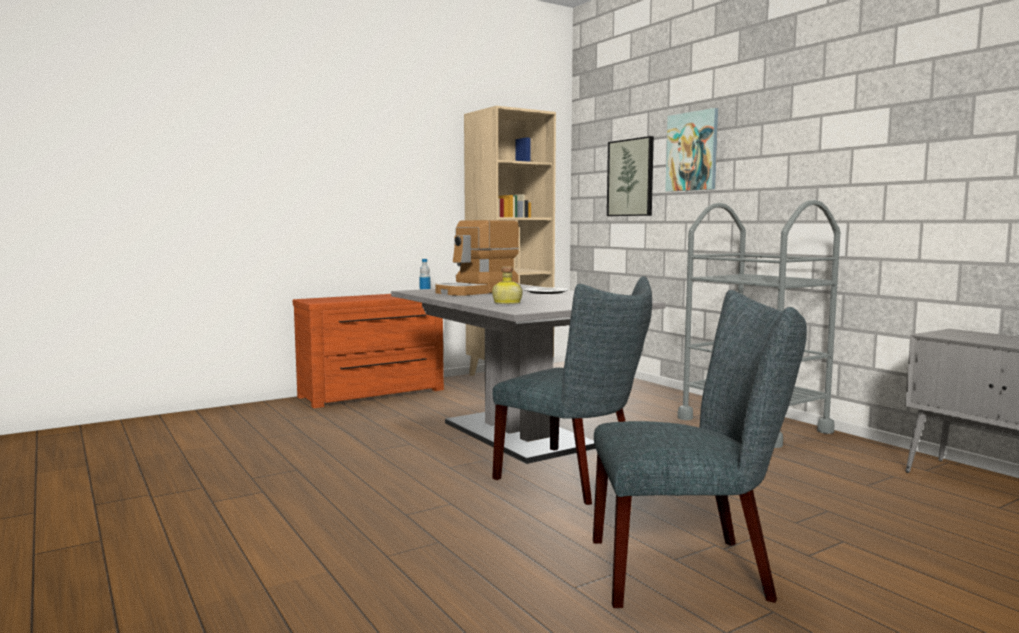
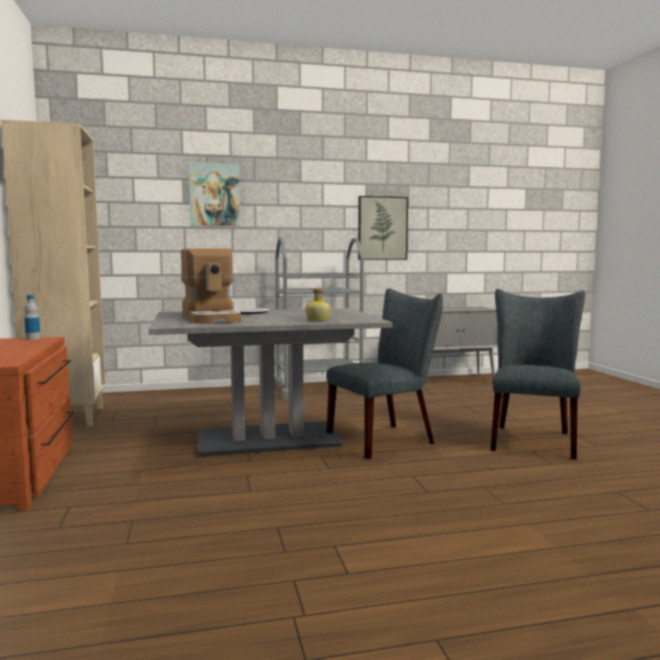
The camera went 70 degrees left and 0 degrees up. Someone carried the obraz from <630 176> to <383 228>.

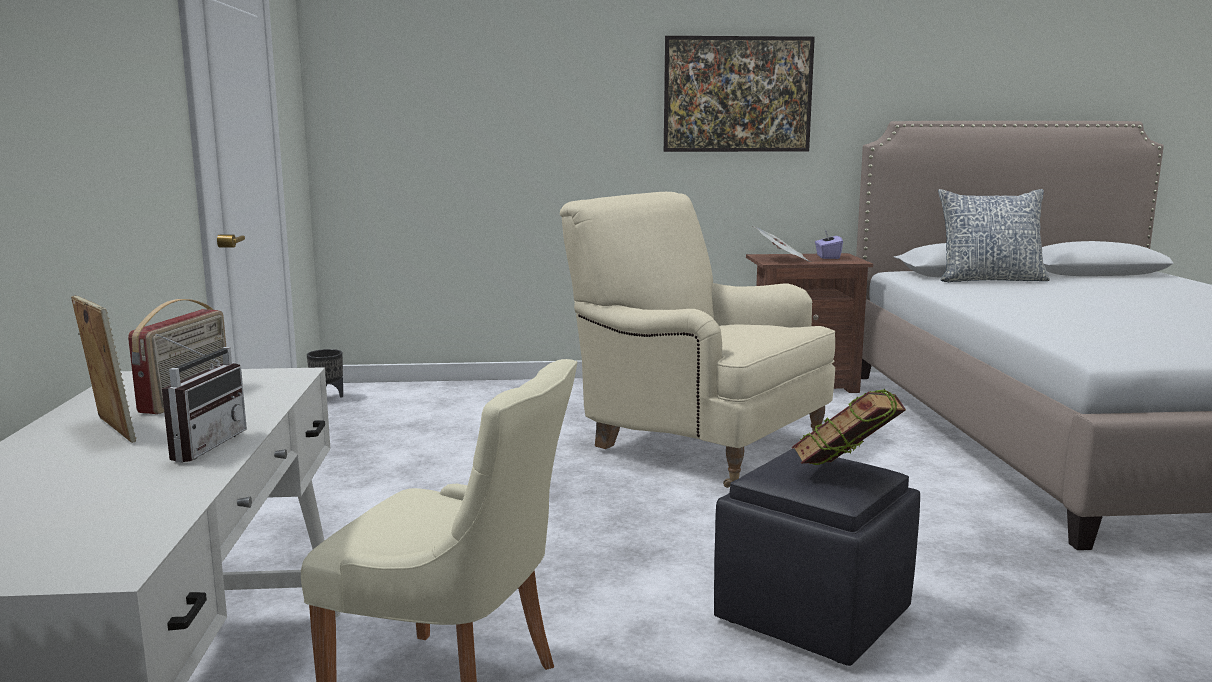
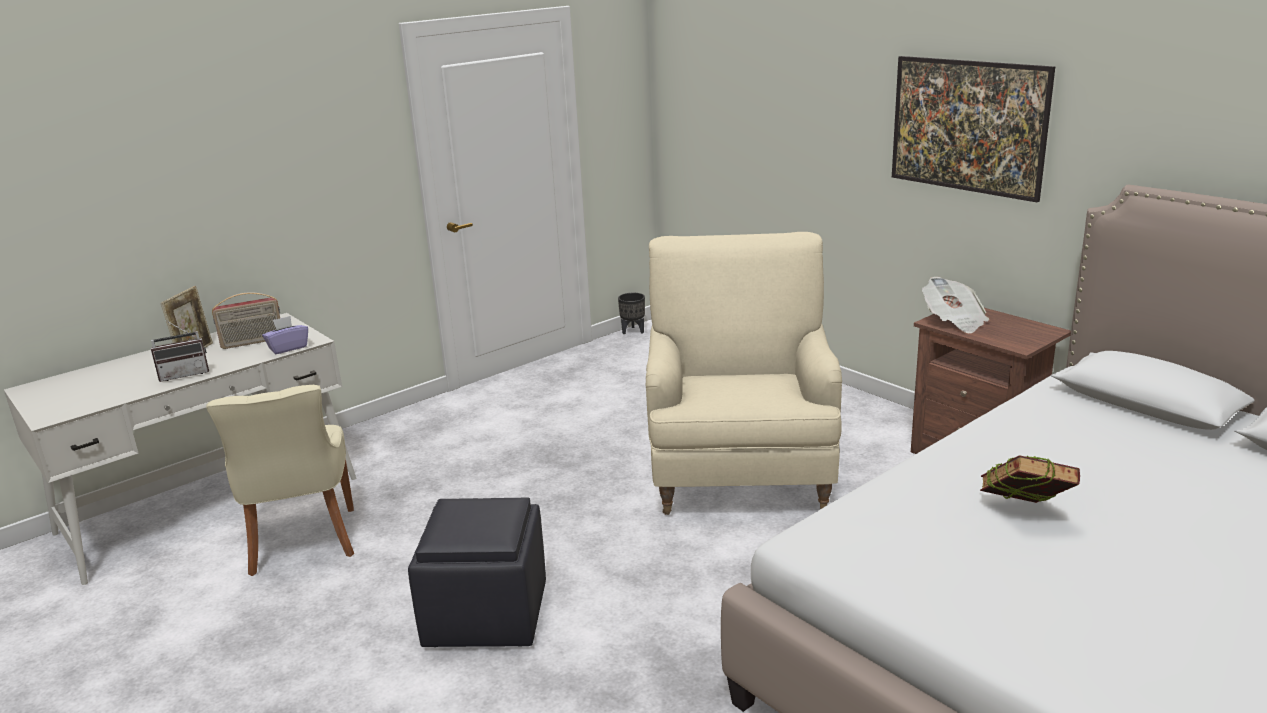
The camera went 55 degrees right and 10 degrees up. Someone carried the książka from <848 427> to <1030 479>. Someone carried the pudełko chusteczek/fioletowy from <829 244> to <285 335>. Someone took away the poduszka at <994 235>.

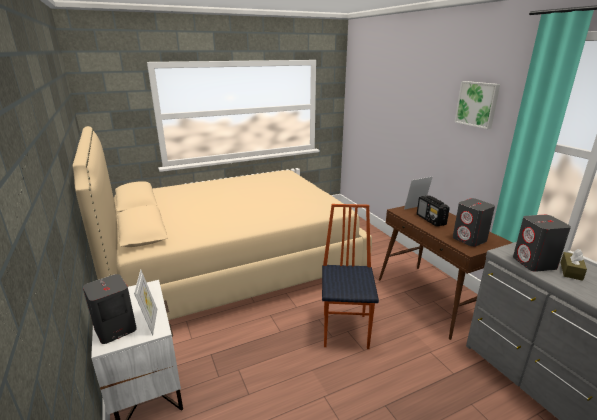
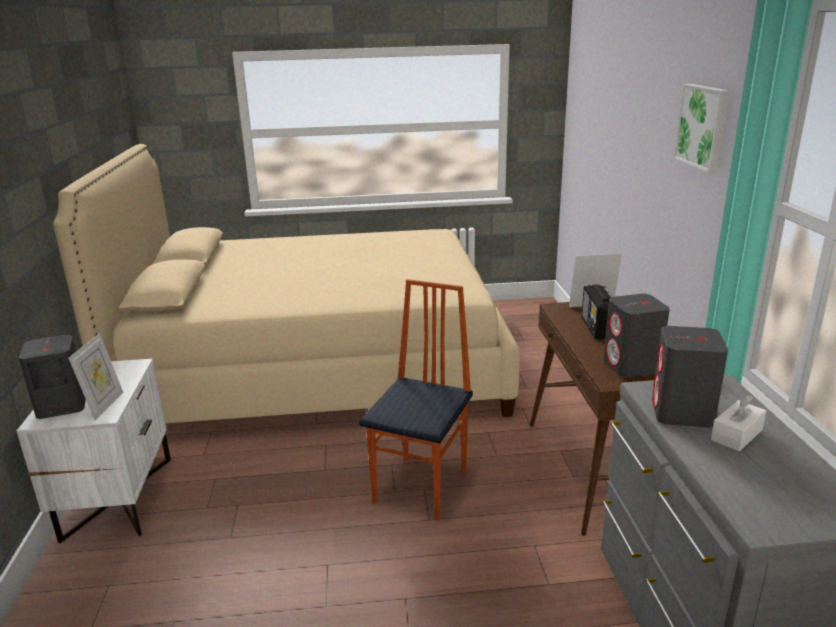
The camera went 20 degrees right and 0 degrees up. Someone repainted the pudełko chusteczek/brązowy at <573 265>, which became the pudełko chusteczek/biały at <738 423>.

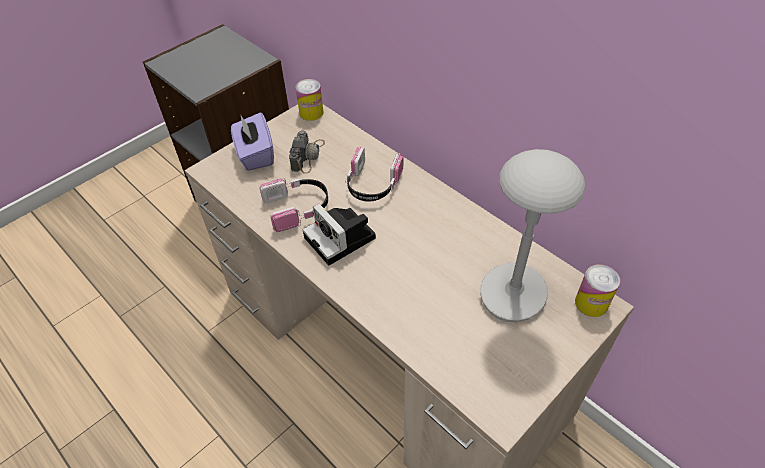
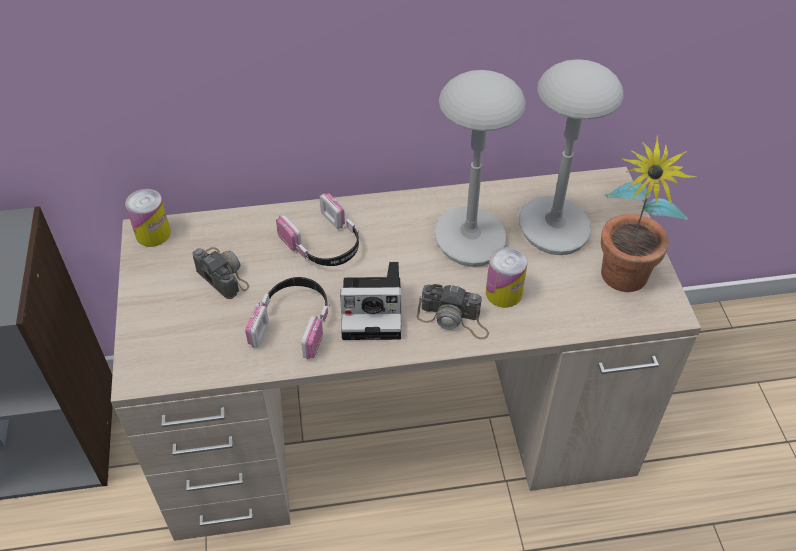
The camera went 55 degrees left and 0 degrees up. Someone took away the pudełko chusteczek/fioletowy at <252 141>. Someone carried the puszka from <597 290> to <507 277>. Someone put down the aparat fotograficzny at <453 312>. Someone put down the lampa stołowa/szary at <480 168>. Someone put down the roślina doniczkowa at <648 214>.

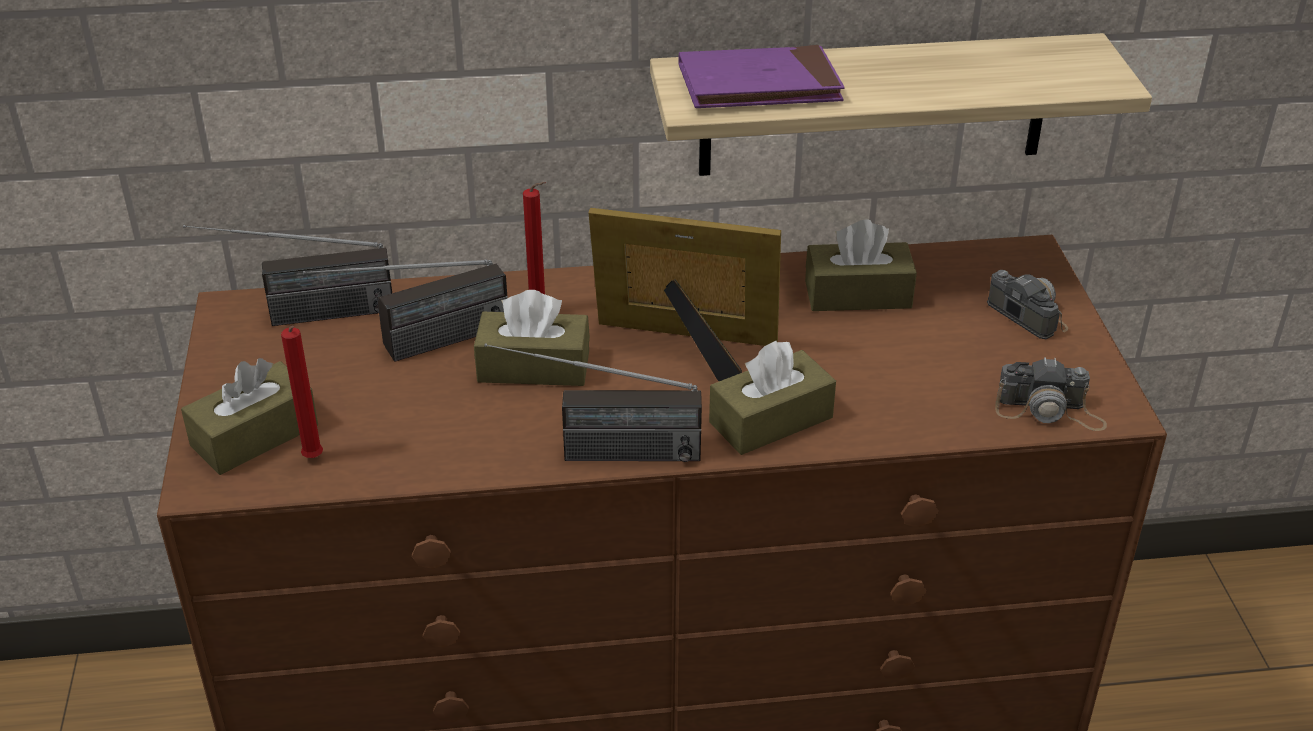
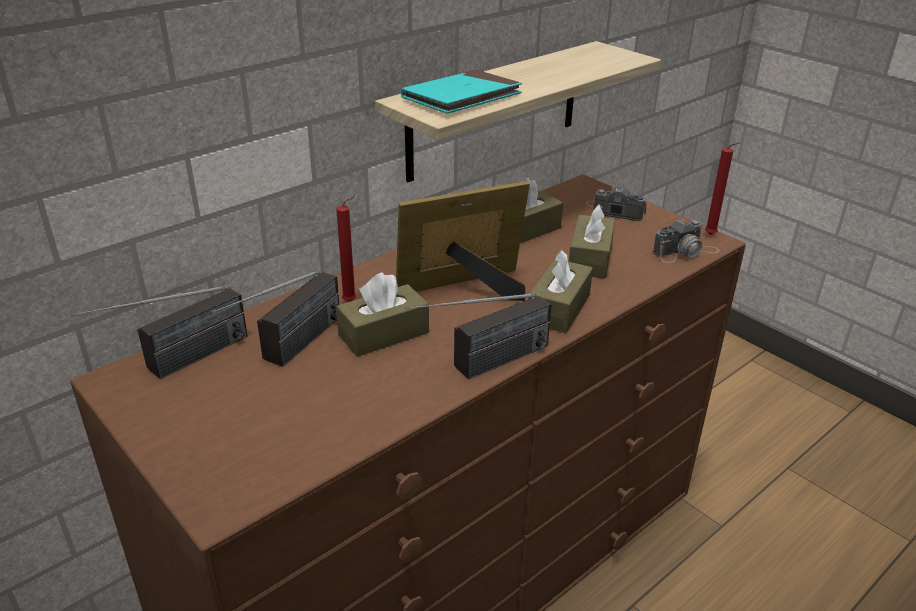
The camera went 35 degrees left and 5 degrees down. Someone carried the pudełko chusteczek/brązowy from <249 416> to <592 241>. Someone carried the świeca/czerwony from <302 392> to <723 188>. Someone repainted the książka/fioletowy at <761 76>, which became the książka/turkusowy at <461 91>.

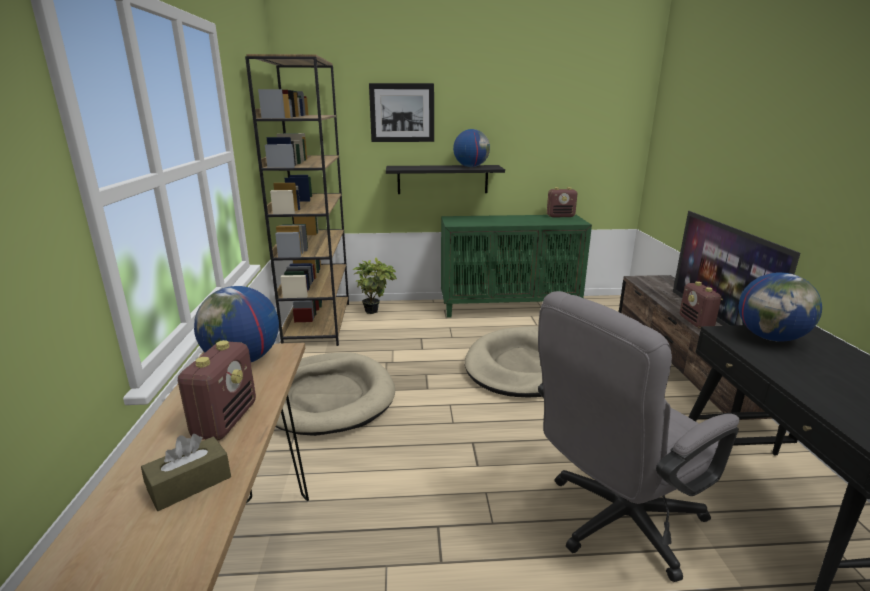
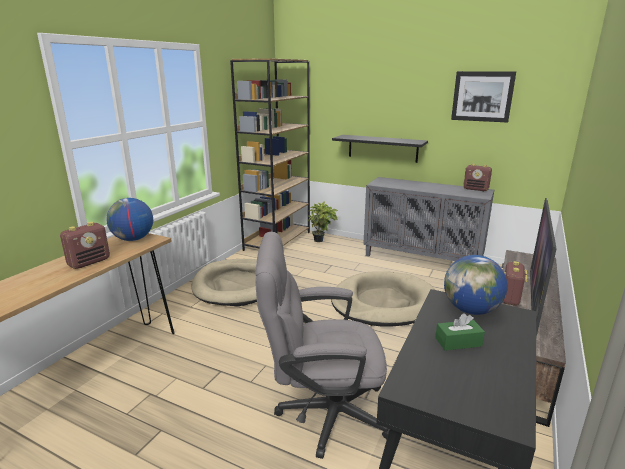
The camera went 30 degrees right and 0 degrees up. Someone took away the pudełko chusteczek/brązowy at <186 472>. Someone carried the obraz from <401 112> to <483 97>. Someone repainted the szafka/zielony at <516 266>, which became the szafka/szary at <428 219>. Someone took away the globus at <471 148>. Someone put down the pudełko chusteczek/zielony at <460 332>.

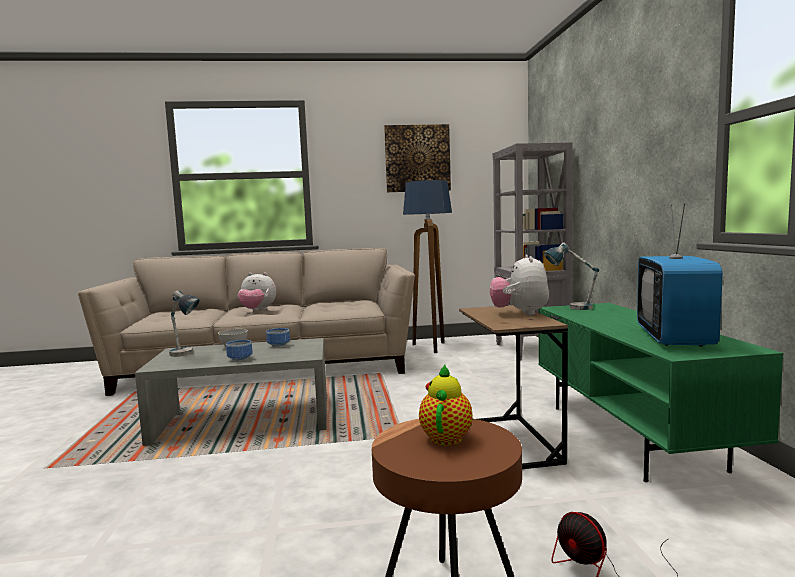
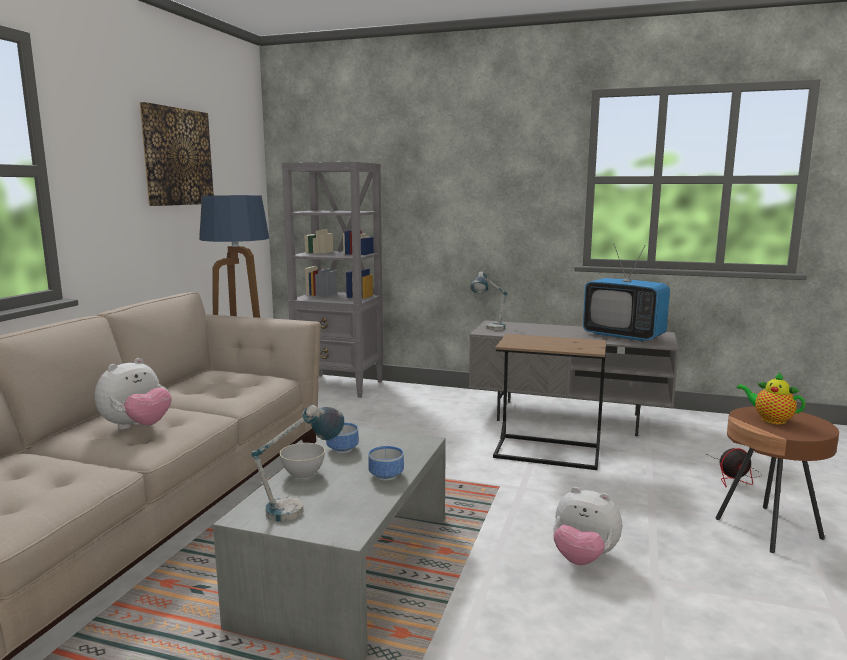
The camera went 65 degrees left and 5 degrees up. Someone carried the pluszak from <519 284> to <587 526>. Someone repainted the szafka pod telewizor/zielony at <661 392>, which became the szafka pod telewizor/szary at <574 378>.

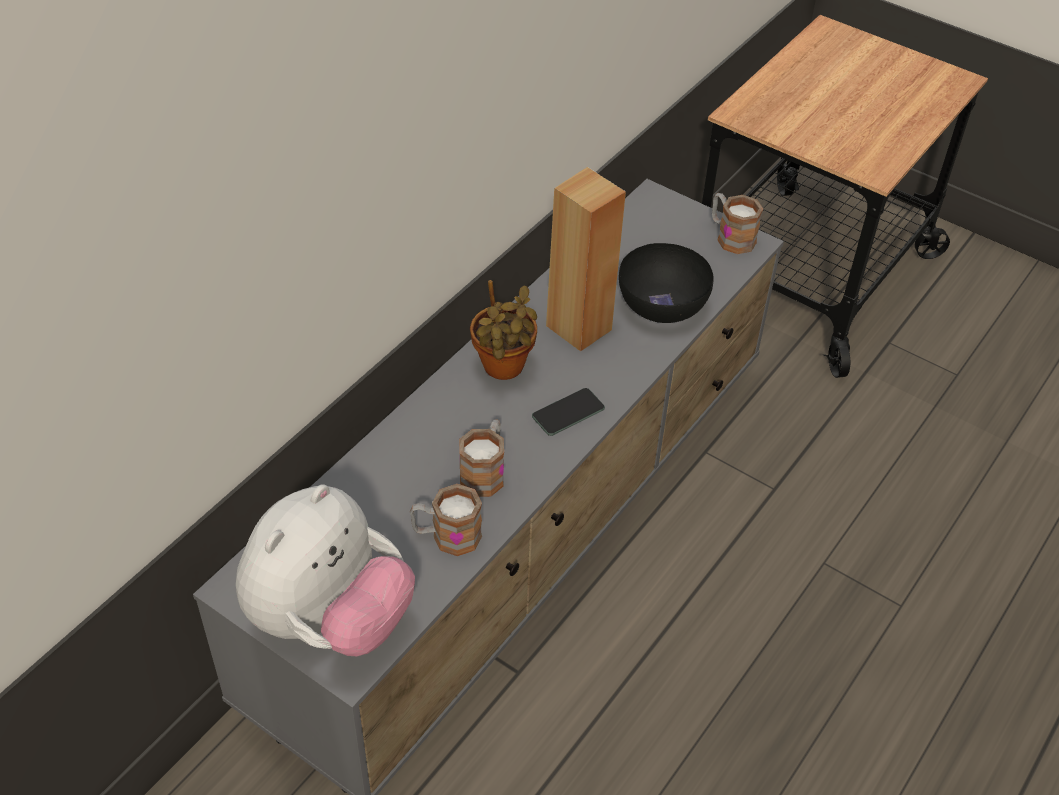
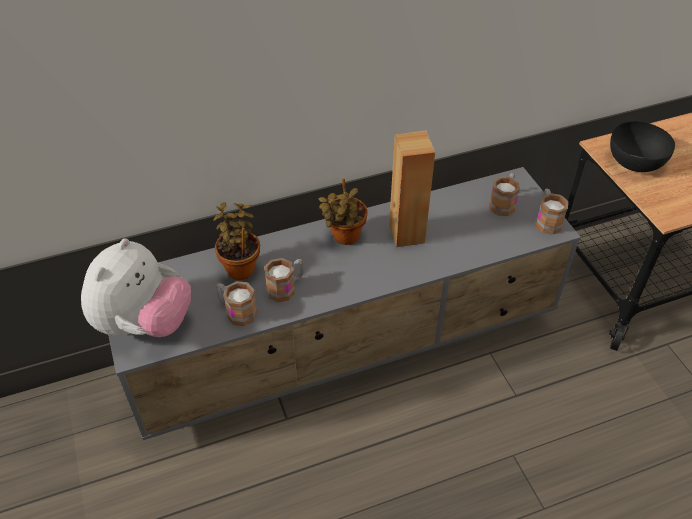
The camera went 35 degrees right and 0 degrees up. Someone rotated the pluszak at <325 570> by 45 degrees counterclockwise. Someone took away the telefon at <568 412>. Someone carried the miska/czarny from <666 283> to <642 146>. Someone put down the roślina doniczkowa at <236 241>. Someone put down the kubek at <504 194>.

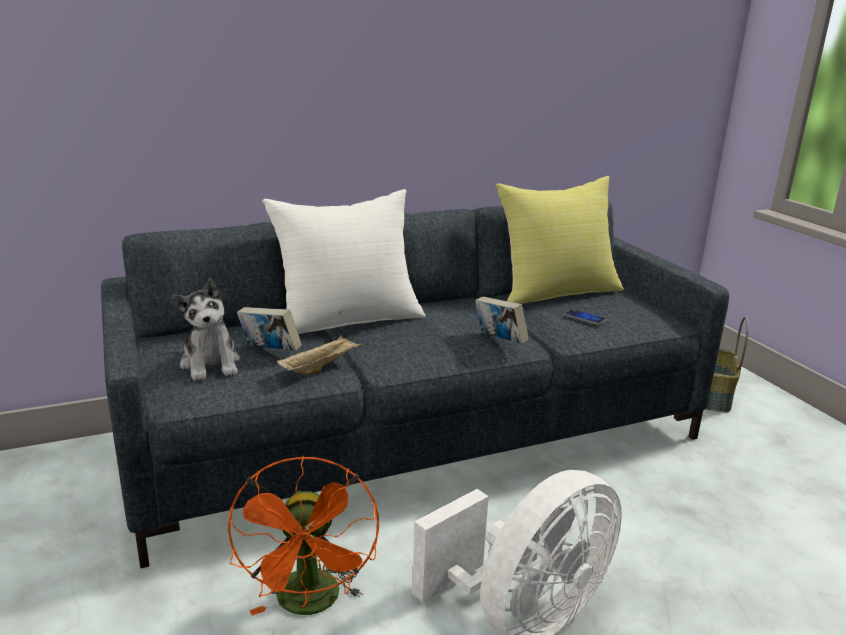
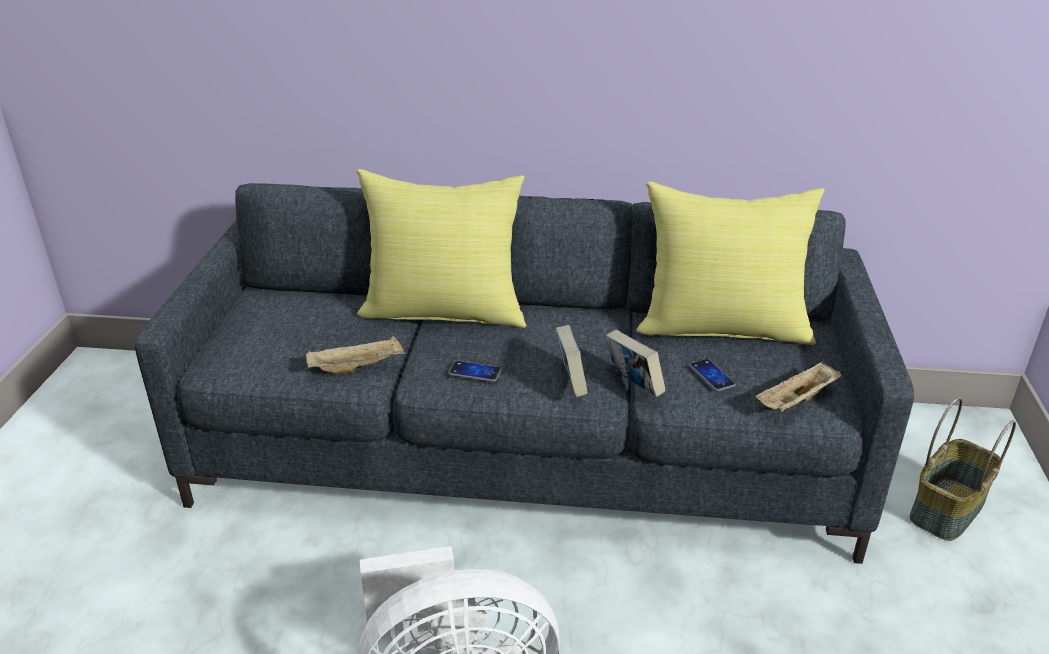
The camera went 30 degrees right and 10 degrees up. Someone took away the pluszak at <206 330>. Someone took away the wentylator/pomarańczowy at <303 535>. Someone carried the książka from <269 329> to <636 363>. Someone repainted the poduszka/biały at <343 261>, which became the poduszka/żółty at <441 248>. Someone put down the telefon at <475 371>. Someone put down the taca/beżowy at <798 386>.

